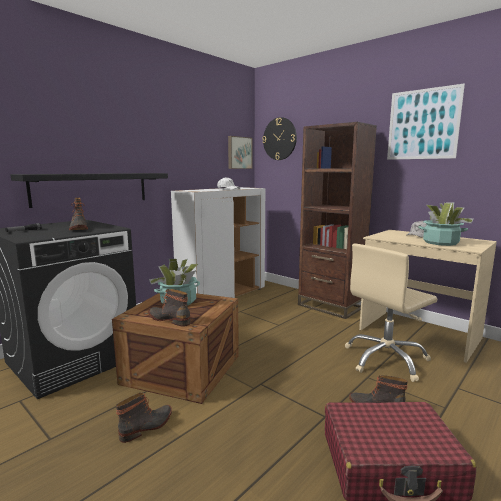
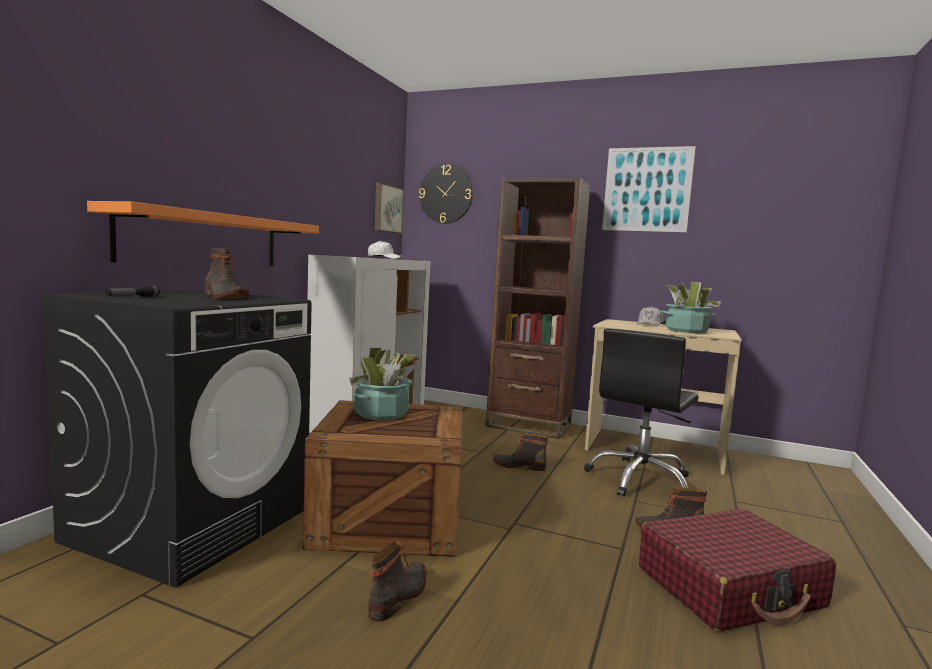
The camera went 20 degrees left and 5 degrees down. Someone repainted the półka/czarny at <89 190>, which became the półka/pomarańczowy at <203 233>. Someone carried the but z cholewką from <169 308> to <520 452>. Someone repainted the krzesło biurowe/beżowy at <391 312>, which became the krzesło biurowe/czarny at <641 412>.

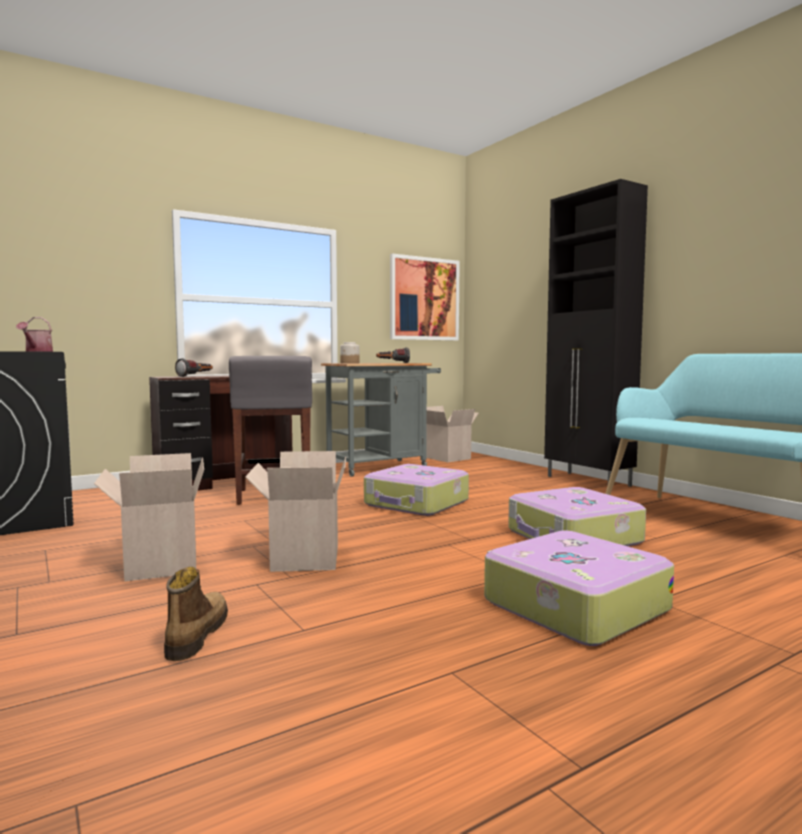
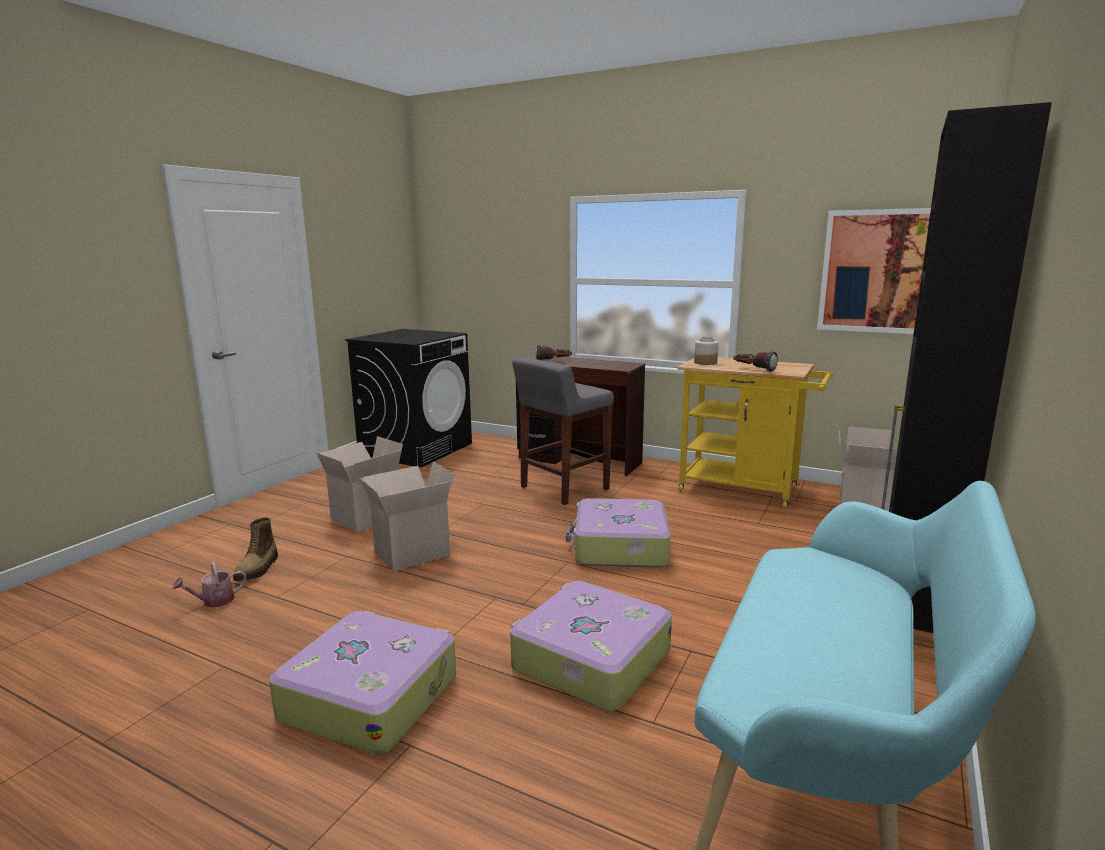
The camera went 60 degrees right and 10 degrees up. Someone carried the konewka from <34 334> to <209 584>. Someone rotated the but z cholewką at <196 614> by 120 degrees clockwise. Someone repainted the wózek/szary at <381 420>, which became the wózek/żółty at <755 433>.

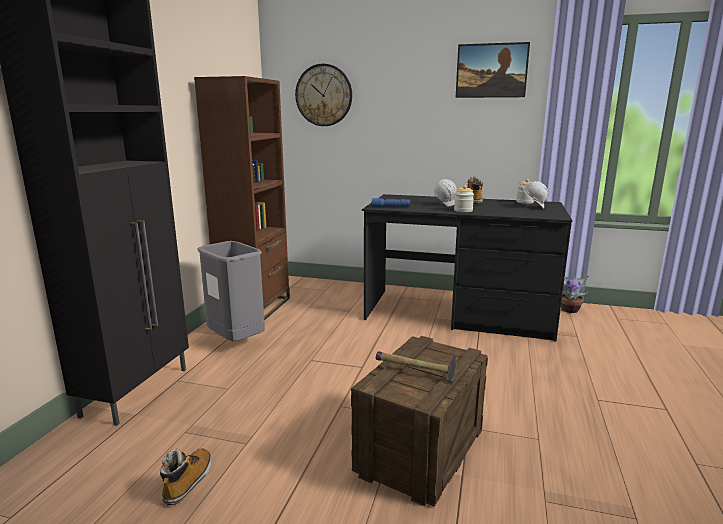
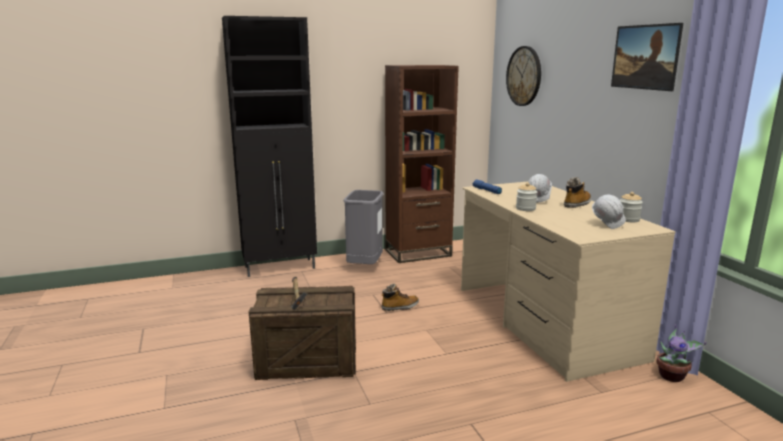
The camera went 55 degrees right and 0 degrees up. Someone carried the but z cholewką from <185 476> to <400 297>. Someone repainted the biurko/czarny at <467 268>, which became the biurko/beżowy at <568 282>.

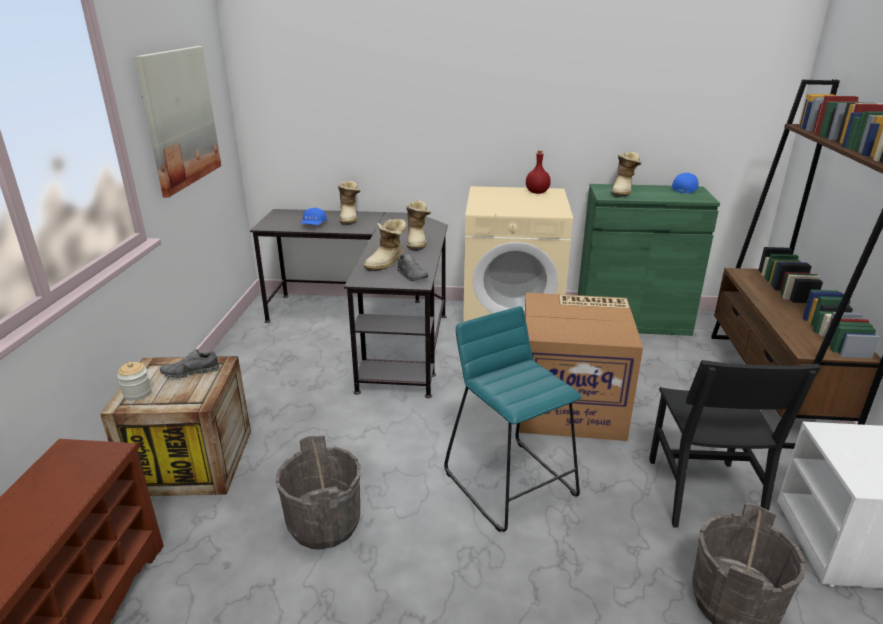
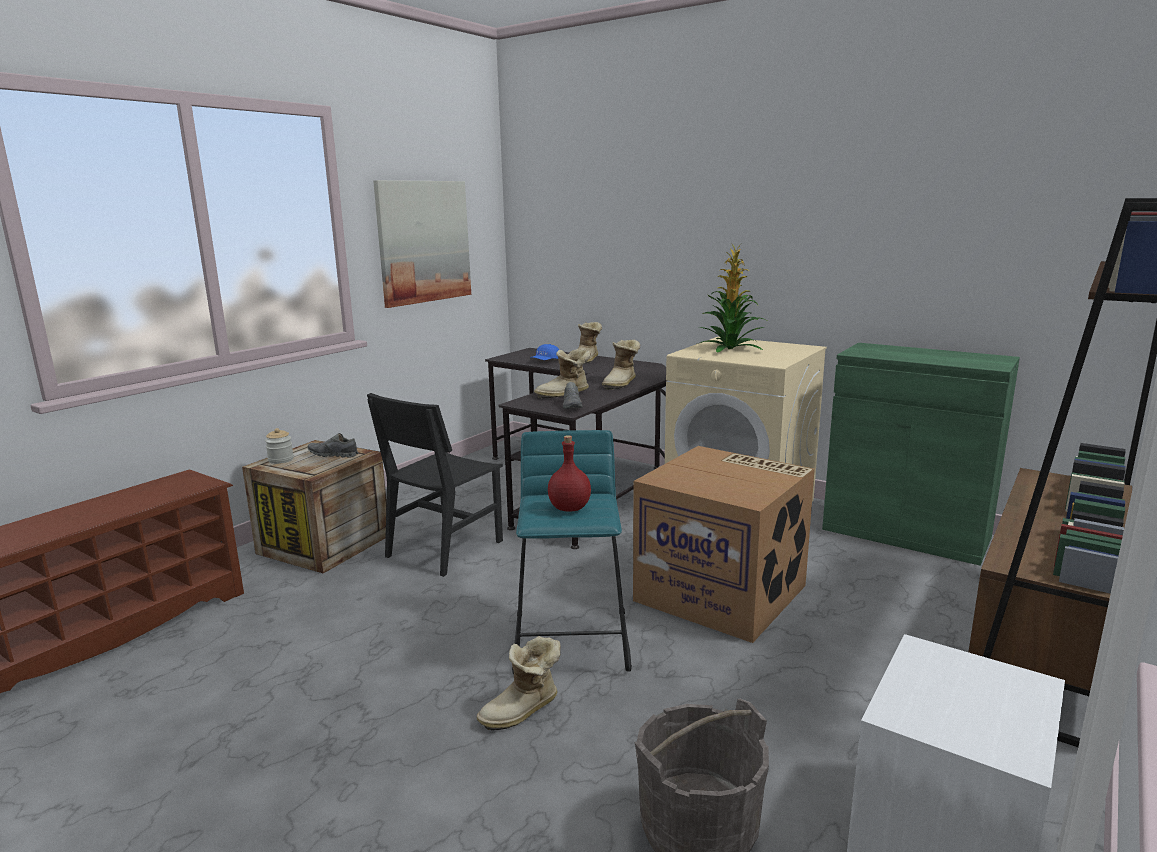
The camera went 30 degrees right and 10 degrees down. Someone took away the wiadro/szary at <318 493>. Someone carried the butelka/czerwony from <538 172> to <569 473>. Someone carried the but z cholewką from <626 174> to <518 683>. Someone carried the krzesło/czarny from <735 444> to <435 485>. Someone took away the czapka z daszkiem/niebieski at <685 183>. Someone put down the roślina doniczkowa at <731 298>.

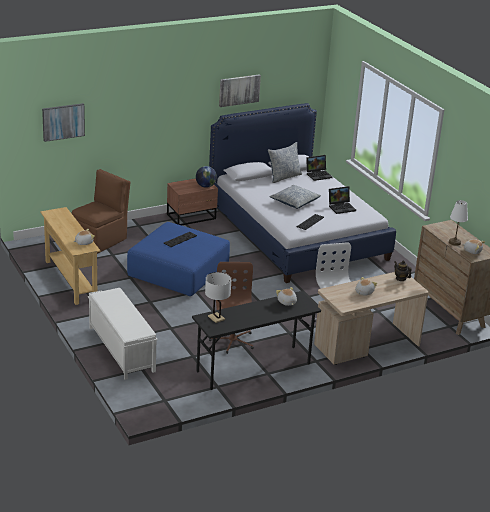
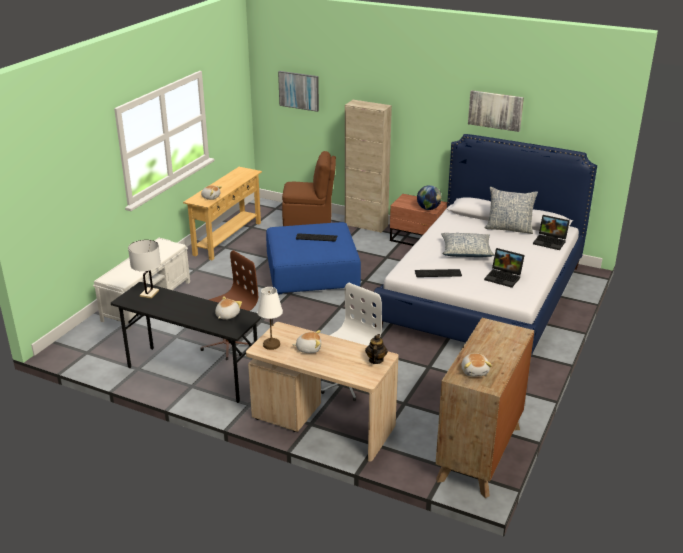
The camera went 55 degrees right and 0 degrees up. Someone carried the lampa stołowa/biały from <458 223> to <270 318>. Someone put down the szafka/beżowy at <368 166>.

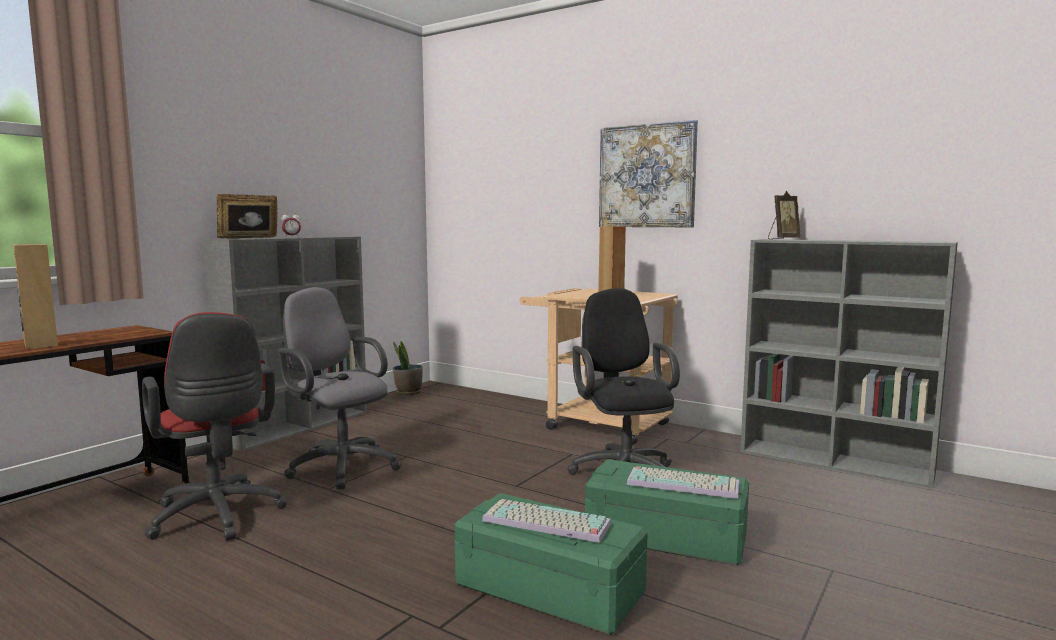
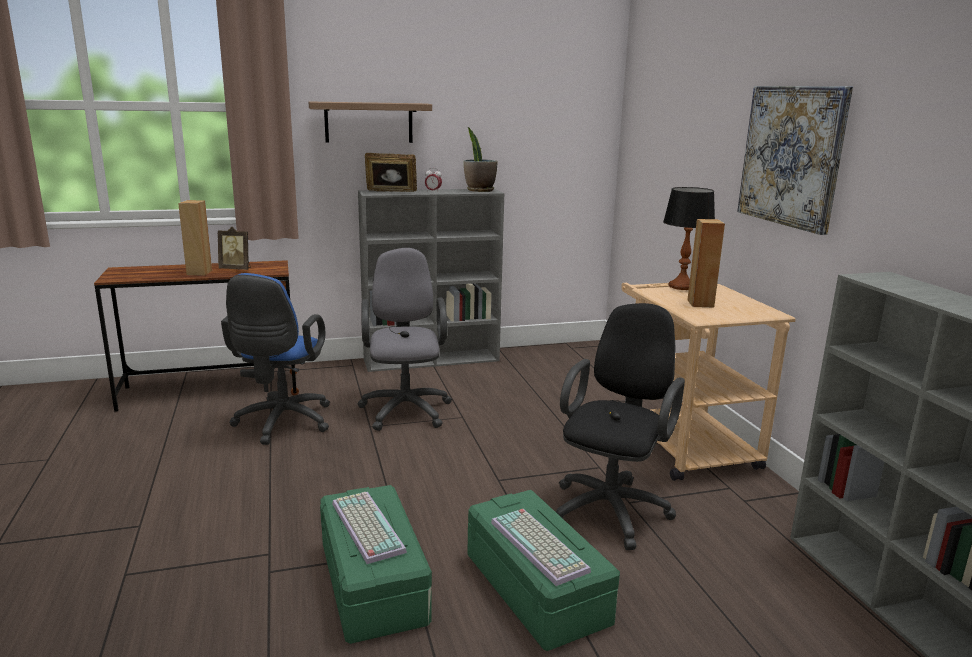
The camera went 40 degrees right and 10 degrees up. Someone repainted the krzesło biurowe/czerwony at <214 426>, which became the krzesło biurowe/niebieski at <275 359>. Someone carried the roślina doniczkowa from <407 368> to <481 159>. Someone carried the ramka na zdjęcie from <784 215> to <234 248>. Someone put up the półka at <370 122>. Someone put down the lampa stołowa at <689 238>.

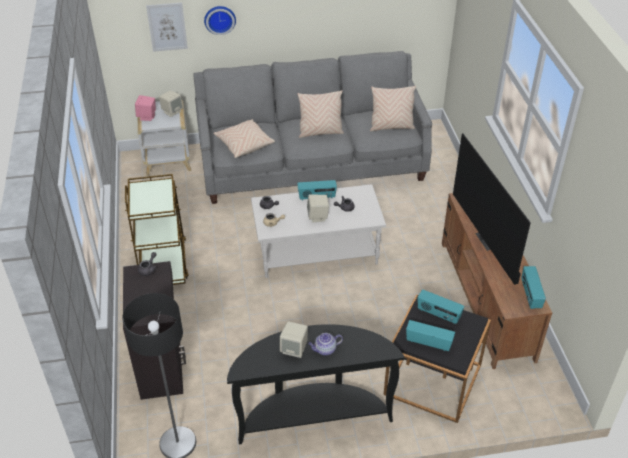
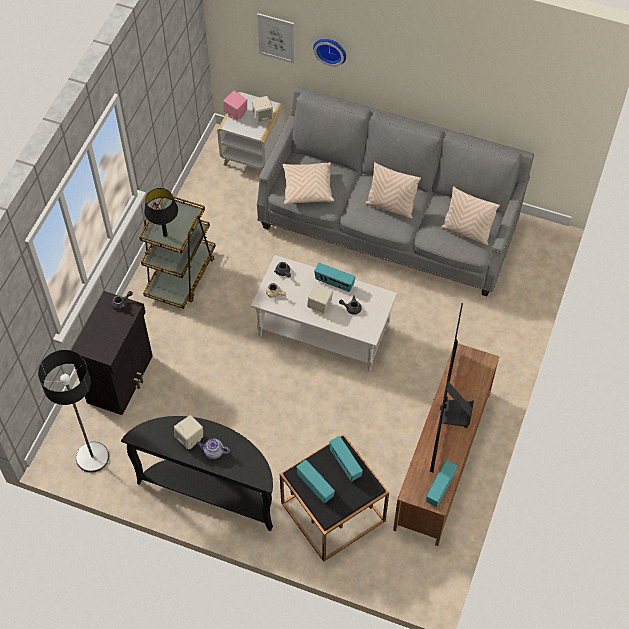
The camera went 30 degrees right and 15 degrees up. Someone put down the lampa stołowa/czarny at <161 212>.

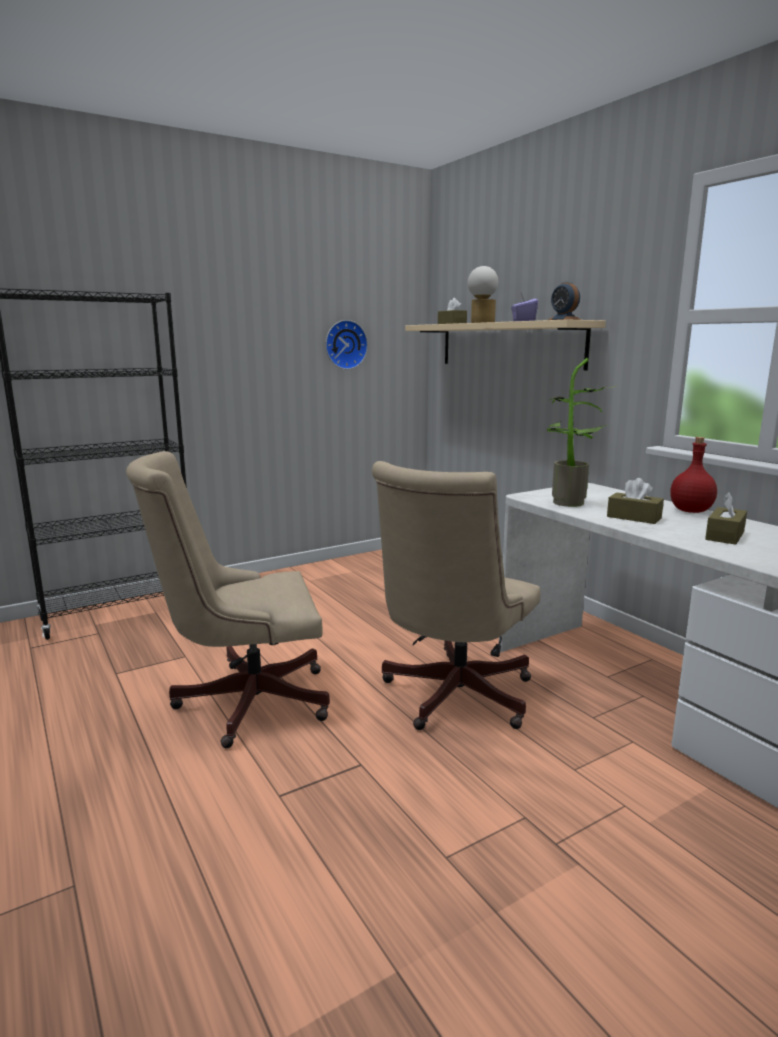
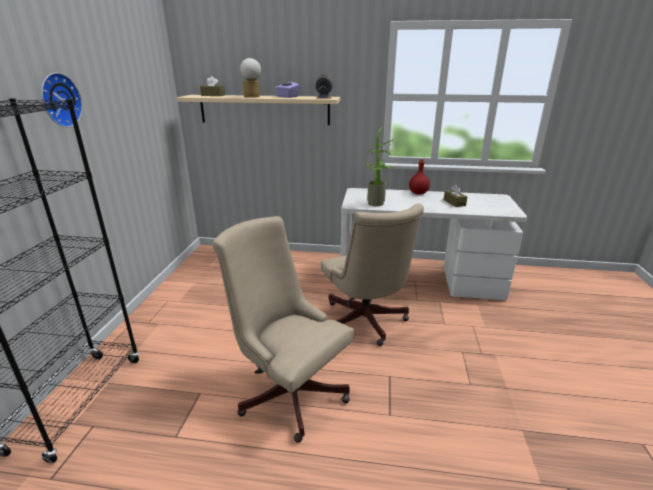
The camera went 50 degrees left and 10 degrees up. Someone rotated the krzesło biurowe/beżowy at <228 599> by 105 degrees clockwise. Someone carried the zegar ścienny from <346 344> to <62 99>. Someone took away the pudełko chusteczek/brązowy at <635 501>.

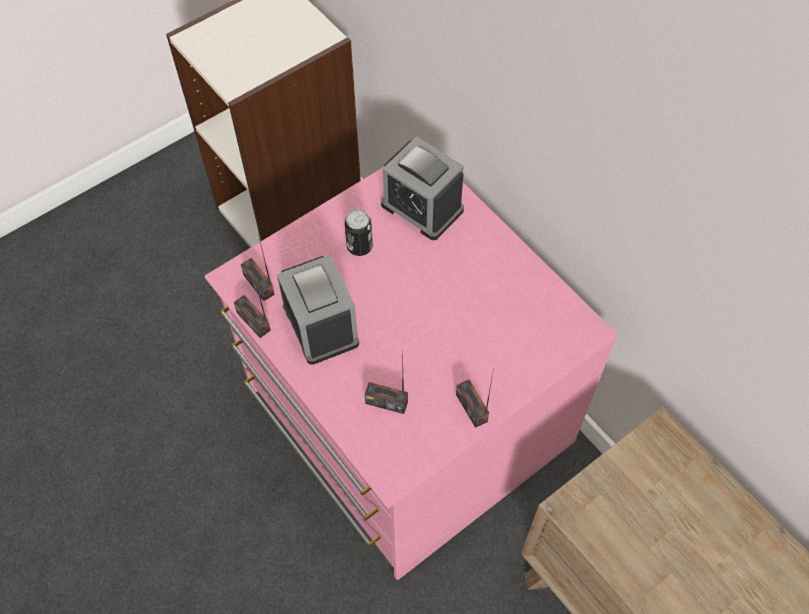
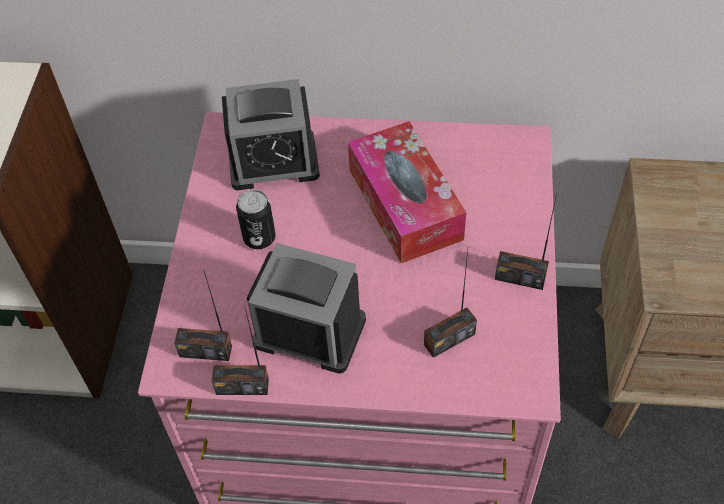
The camera went 45 degrees left and 5 degrees down. Someone put down the pudełko chusteczek at <407 192>.

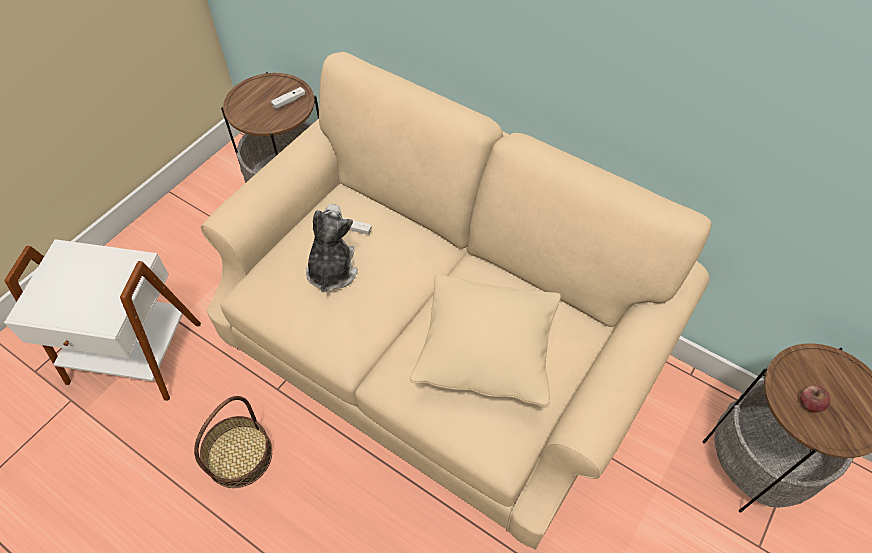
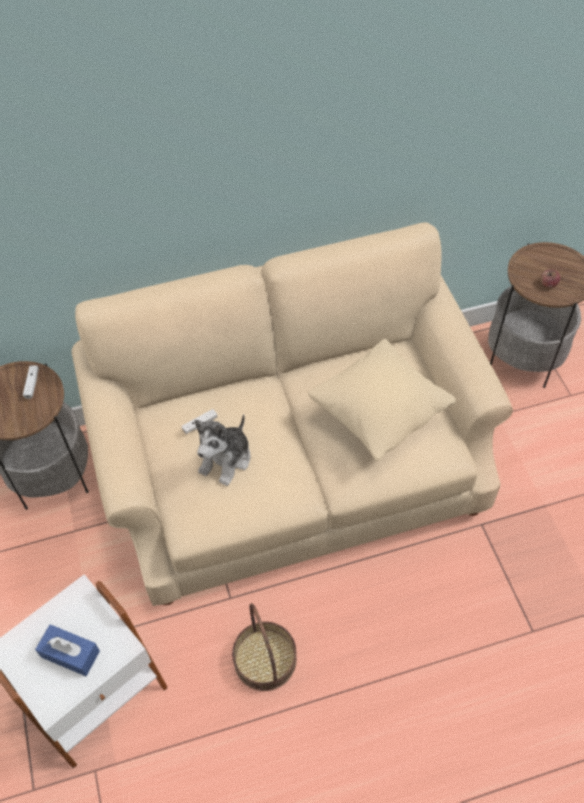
The camera went 50 degrees left and 0 degrees up. Someone rotated the pluszak at <332 248> by 105 degrees counterclockwise. Someone put down the pudełko chusteczek/niebieski at <67 650>.

